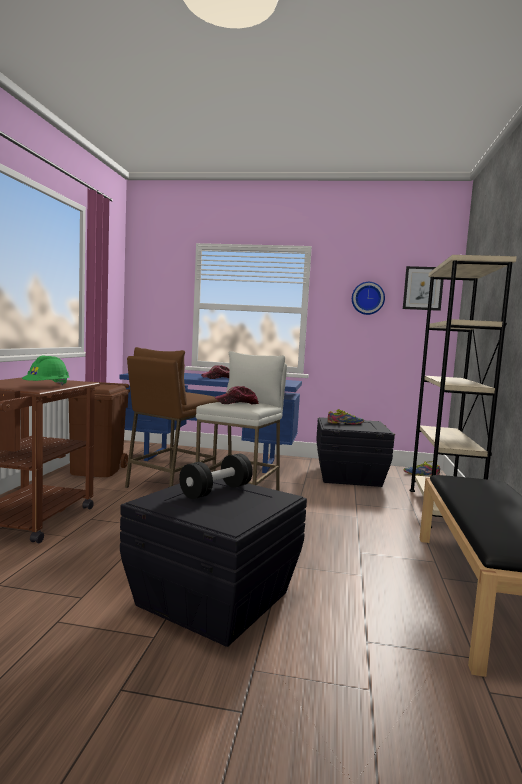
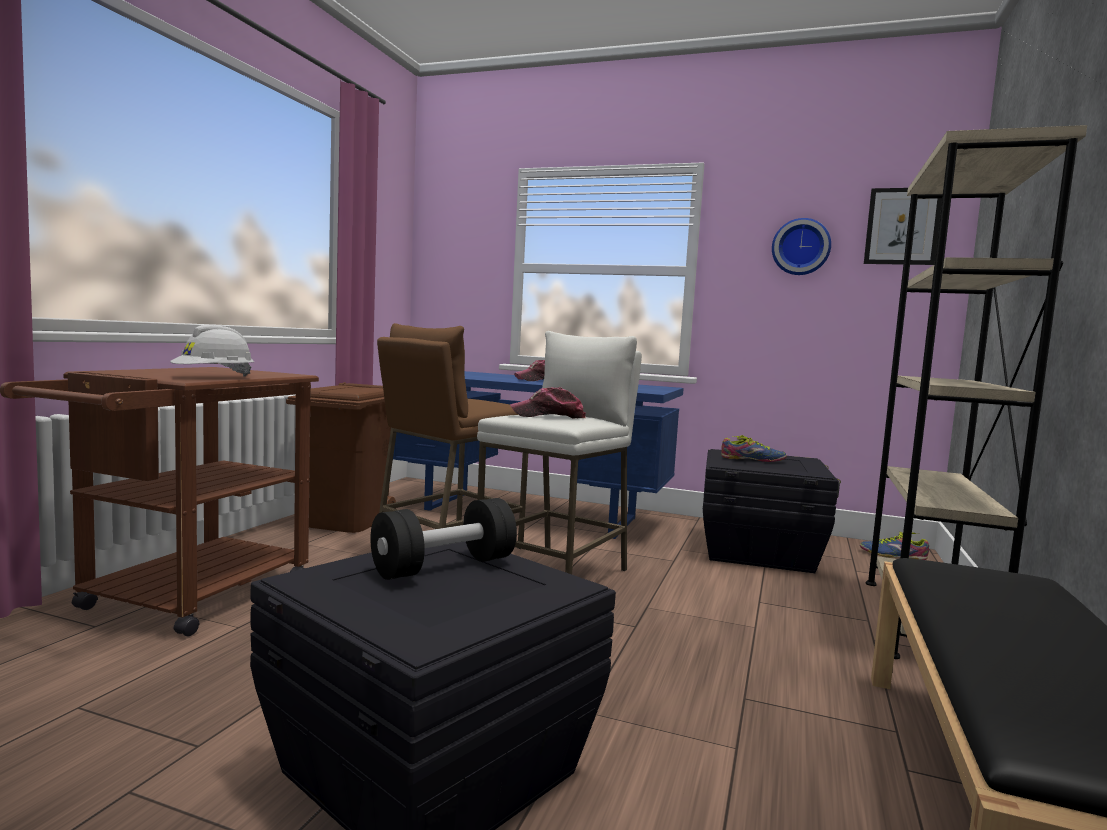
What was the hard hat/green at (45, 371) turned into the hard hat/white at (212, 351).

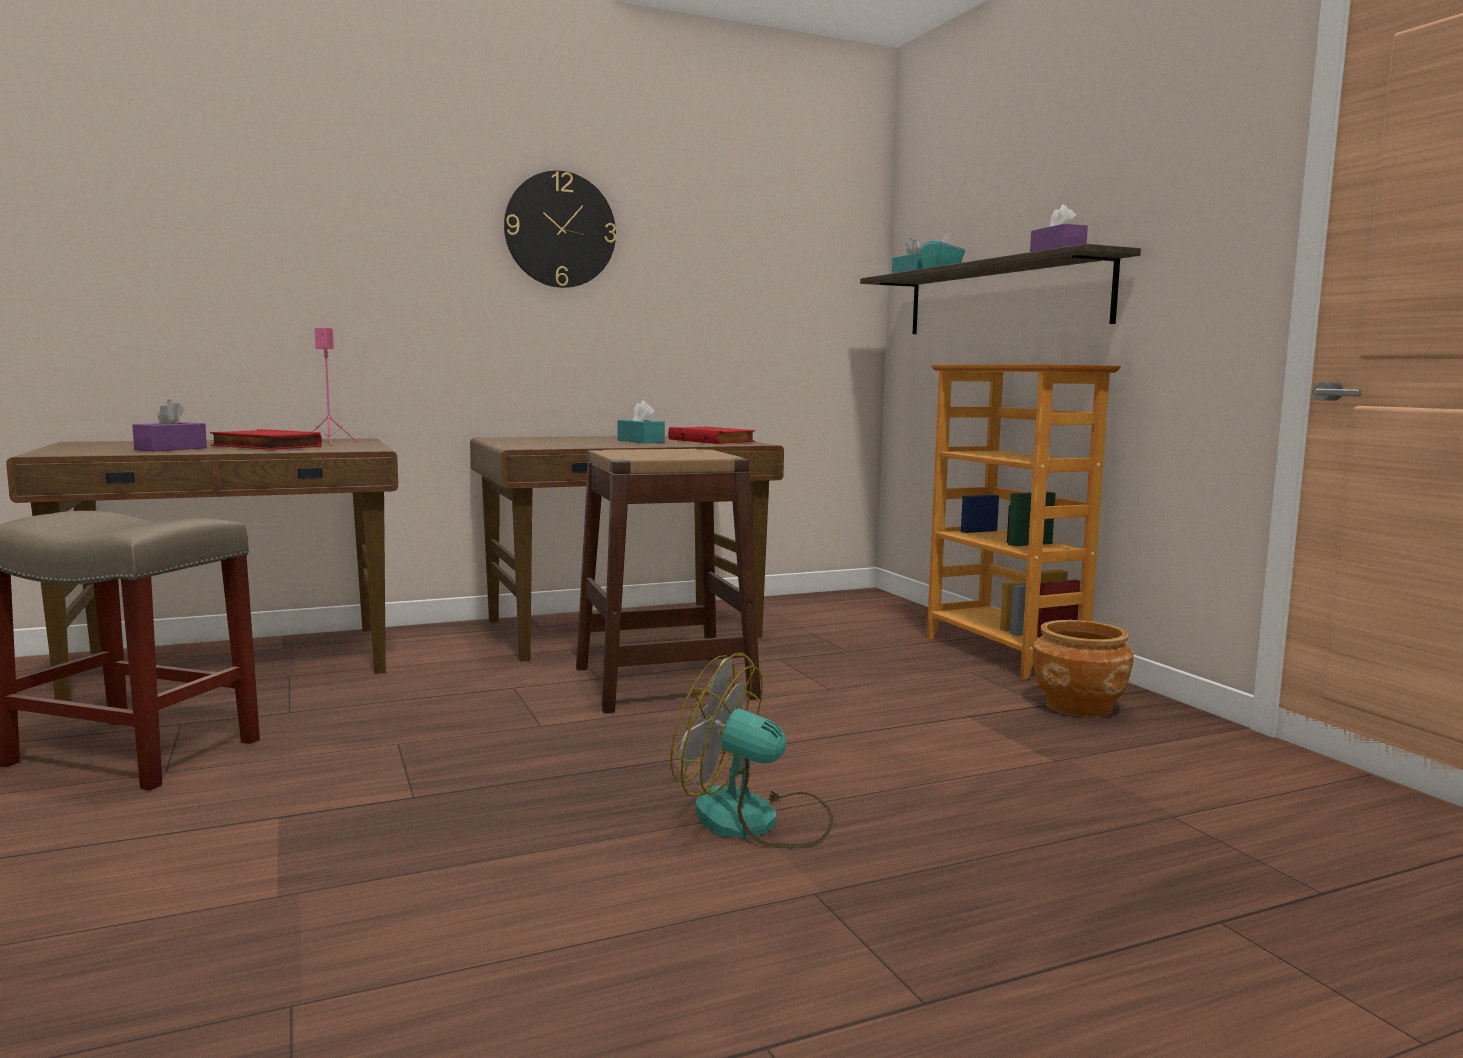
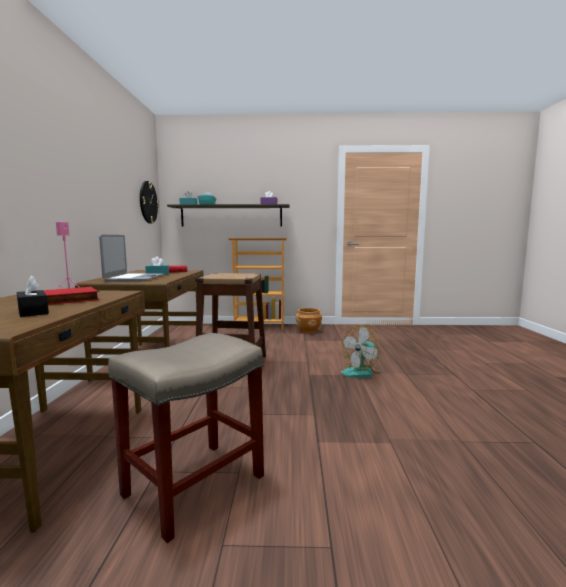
The wall clock ended up elsewhere, having gone from (560, 229) to (149, 202). What was the tissue box/purple at (169, 425) turned into the tissue box/black at (33, 296). The second view gained the laptop at (131, 258).

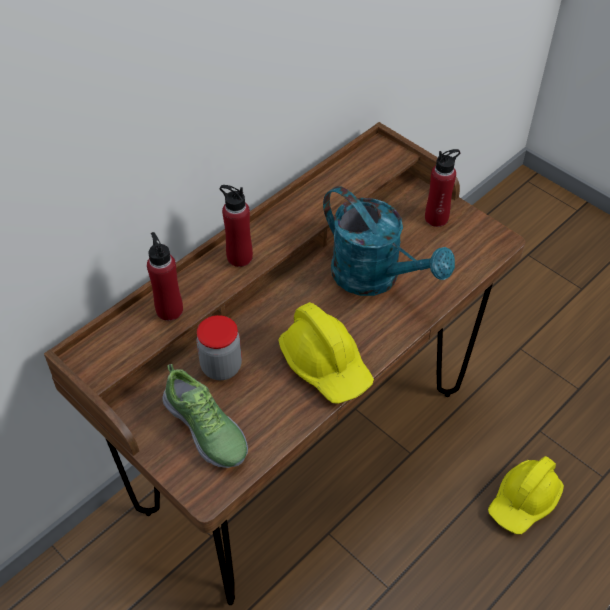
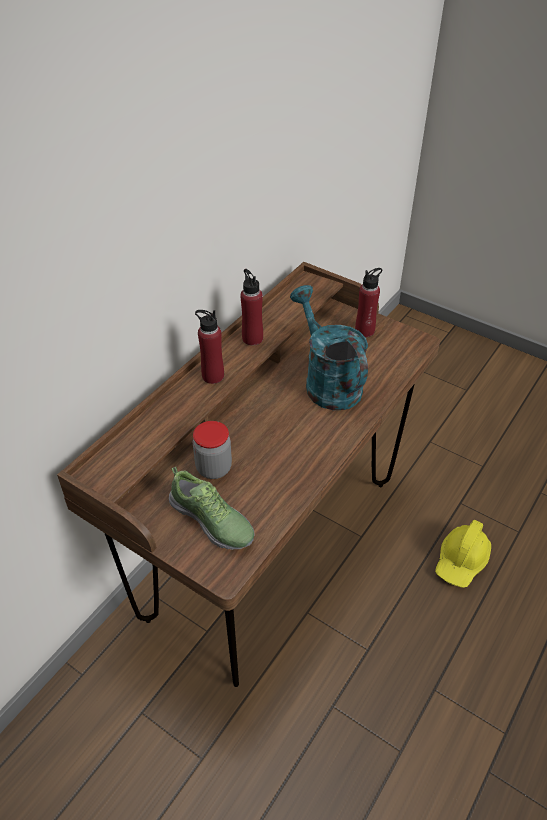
The watering can/turquoise at (389, 241) ended up facing another way, 150 degrees counterclockwise from before. The bottle/red ended up elsewhere, having gone from (165, 276) to (251, 307). The second view lost the hard hat/yellow at (326, 353).

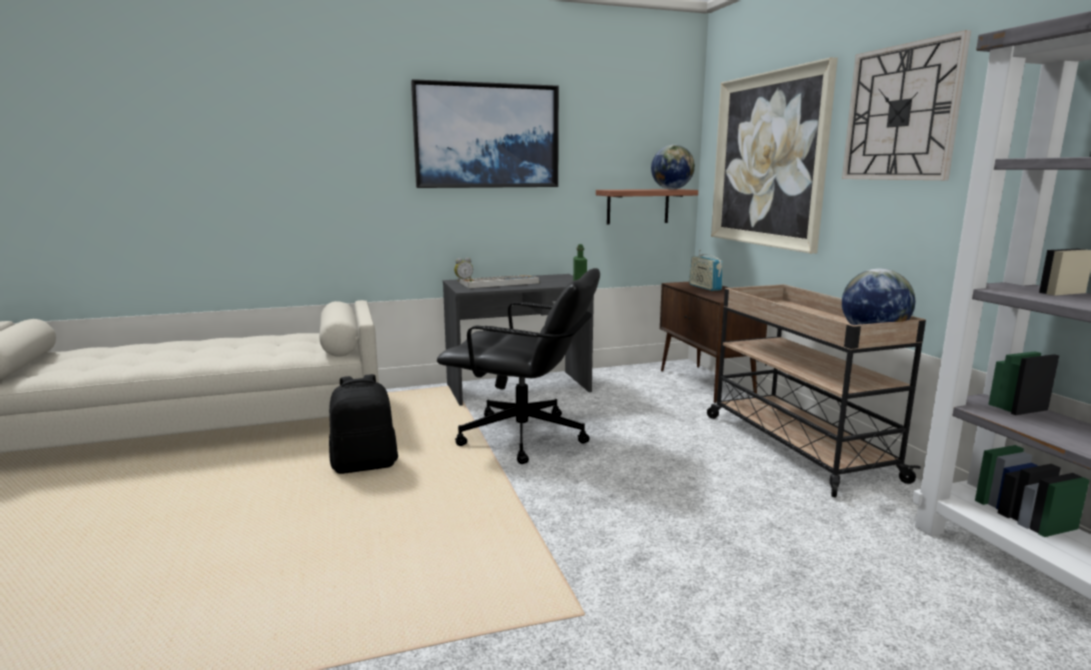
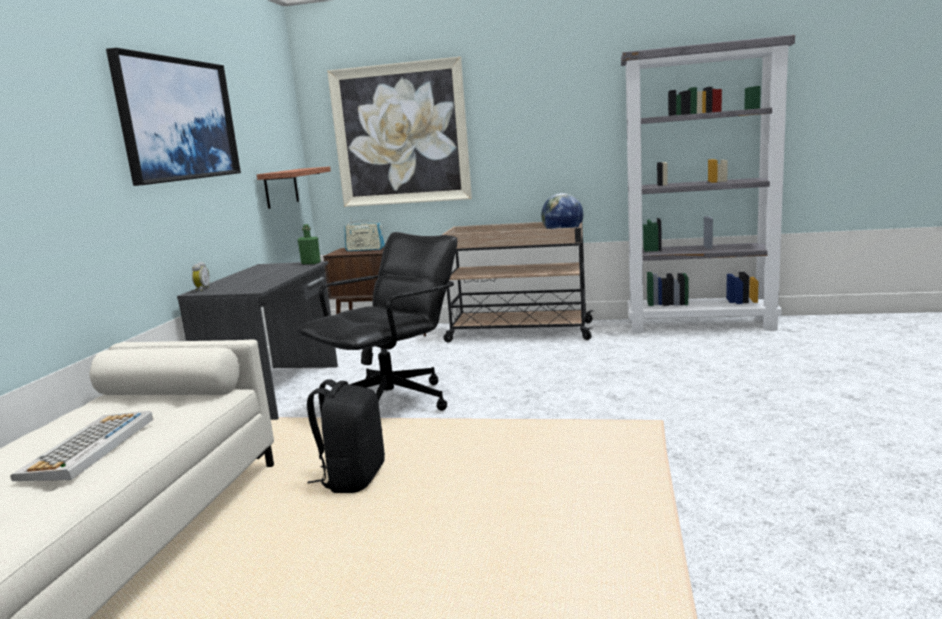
The second view lost the wall clock at (906, 105). The second view lost the globe at (673, 167). The keyboard ended up elsewhere, having gone from (499, 281) to (82, 446).

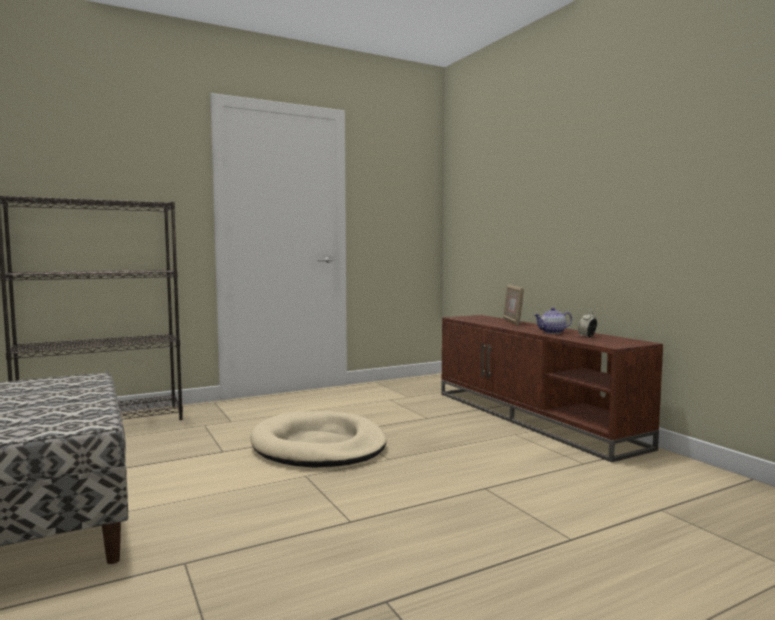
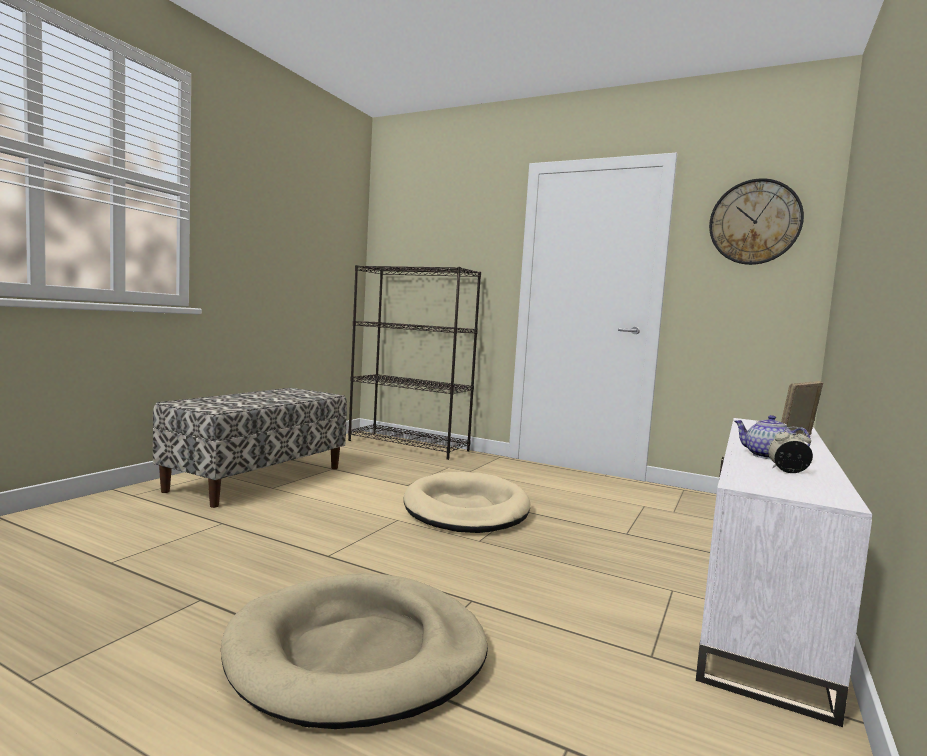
What was the tv stand/brown at (552, 388) turned into the tv stand/white at (784, 572). The second view gained the wall clock at (756, 221). The second view gained the dog bed/beige at (354, 651).

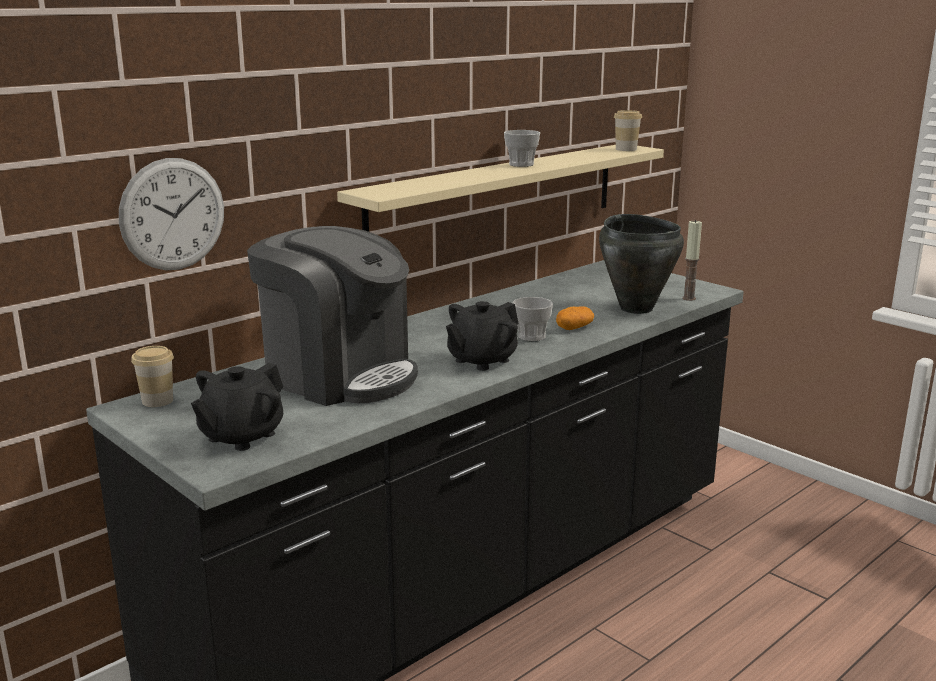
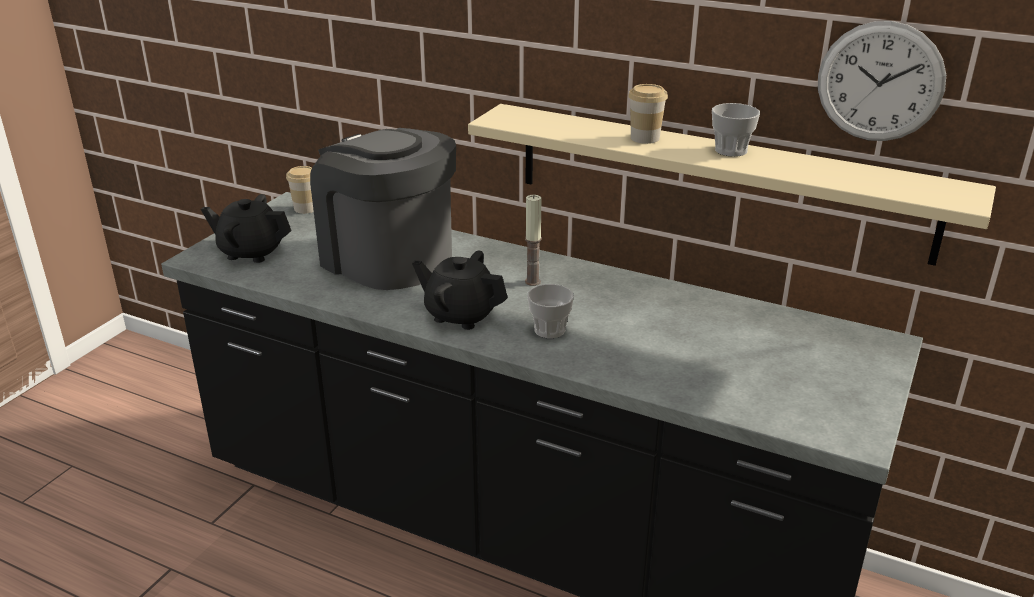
The cup ended up elsewhere, having gone from (628, 130) to (648, 114). The wall clock ended up elsewhere, having gone from (171, 214) to (882, 81). The second view lost the cooking pot/black at (641, 264). The candle ended up elsewhere, having gone from (692, 260) to (533, 240). The coffee machine at (332, 316) ended up facing another way, 120 degrees clockwise from before. The second view lost the potato at (575, 318).

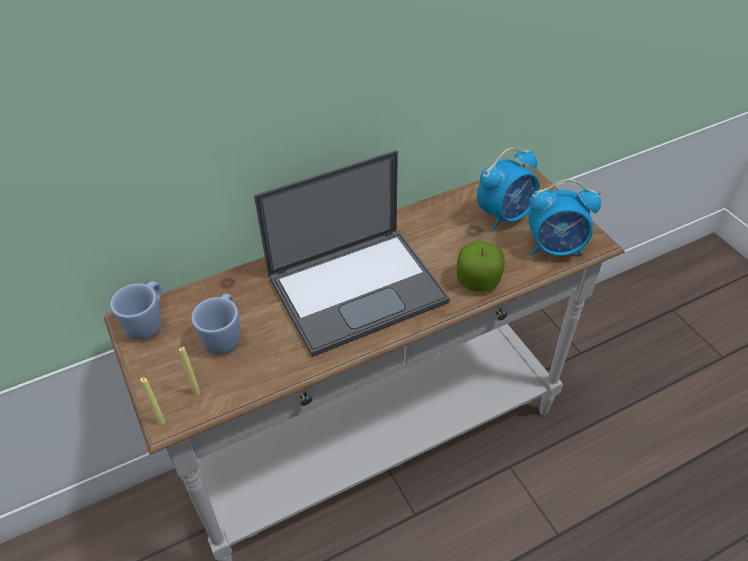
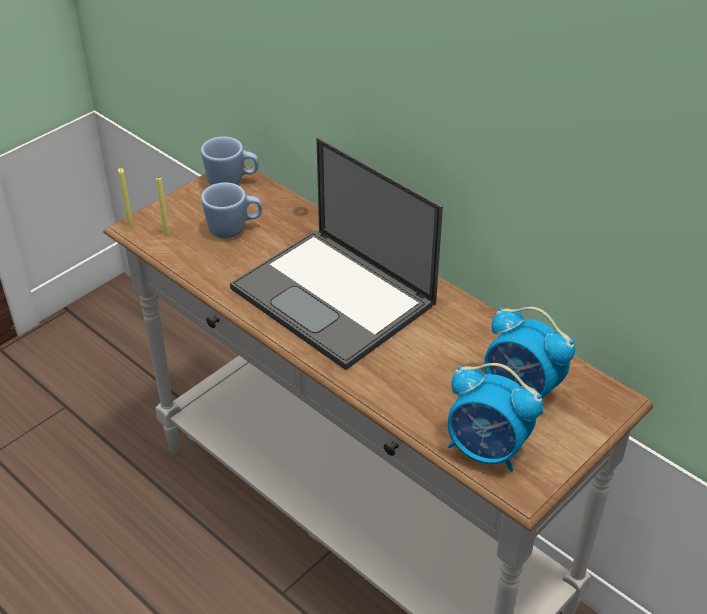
The alarm clock at (565, 217) ended up facing another way, 45 degrees counterclockwise from before. The second view lost the apple at (481, 266).

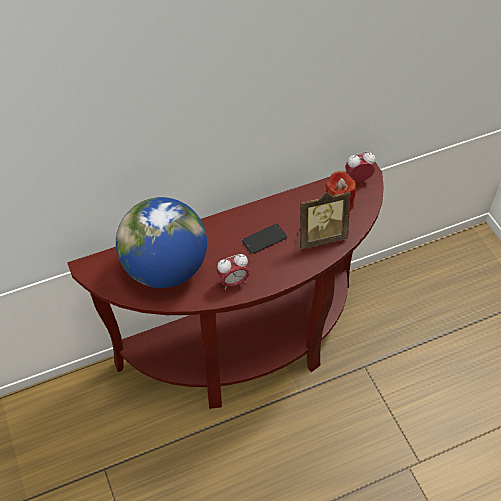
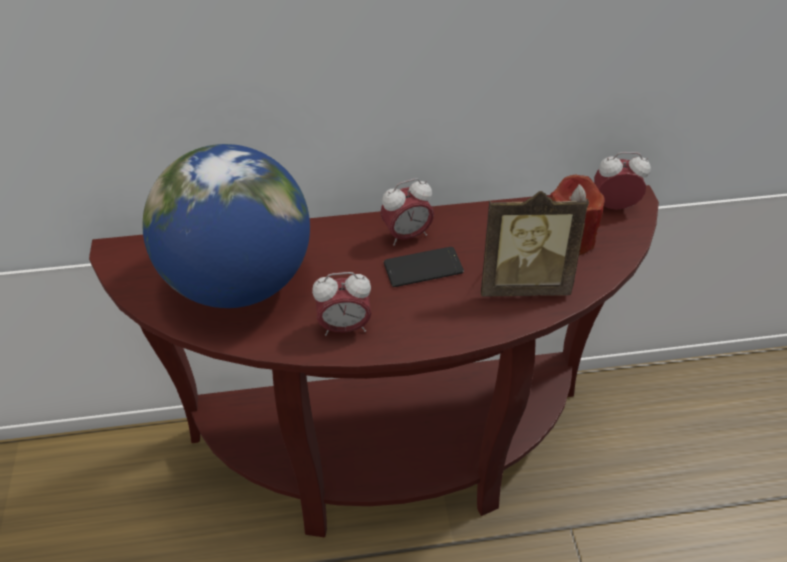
The second view gained the alarm clock at (407, 212).

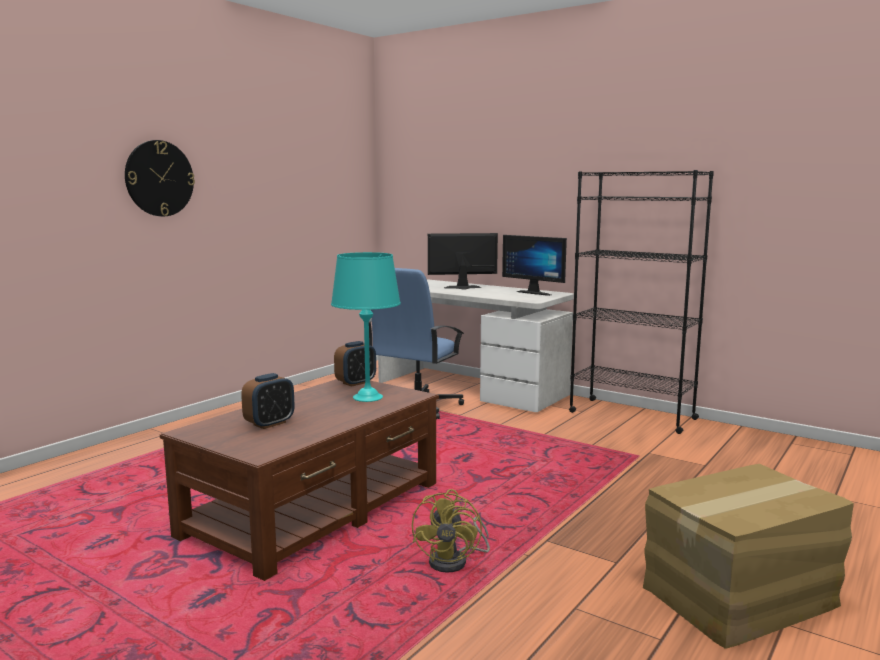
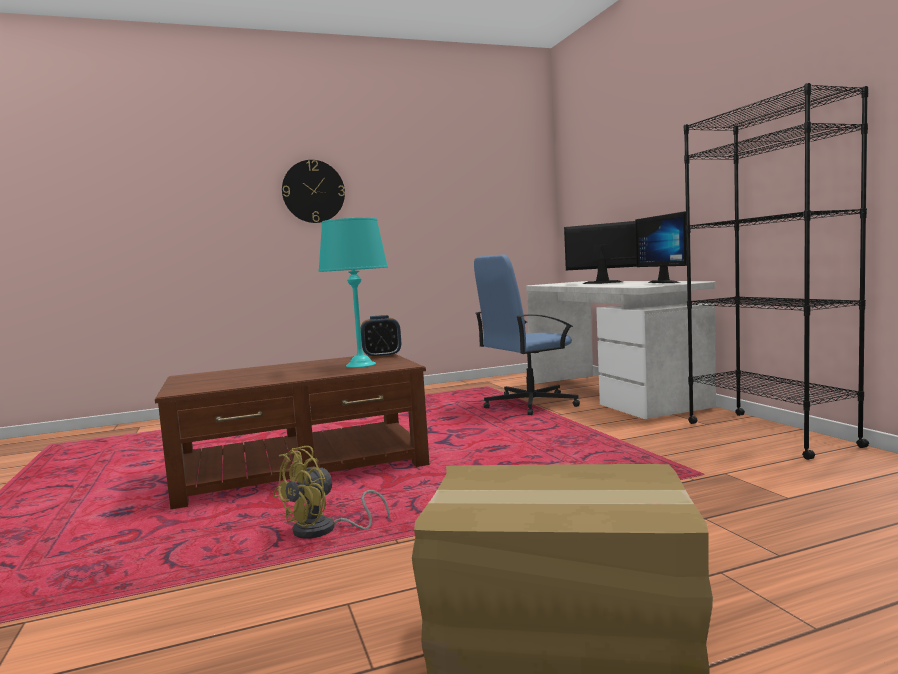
The second view lost the alarm clock at (268, 401).

